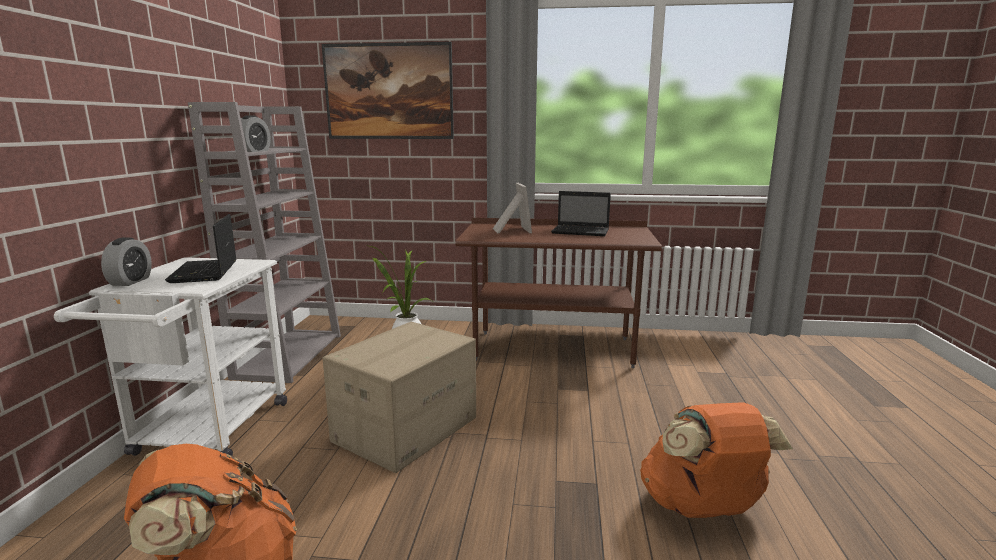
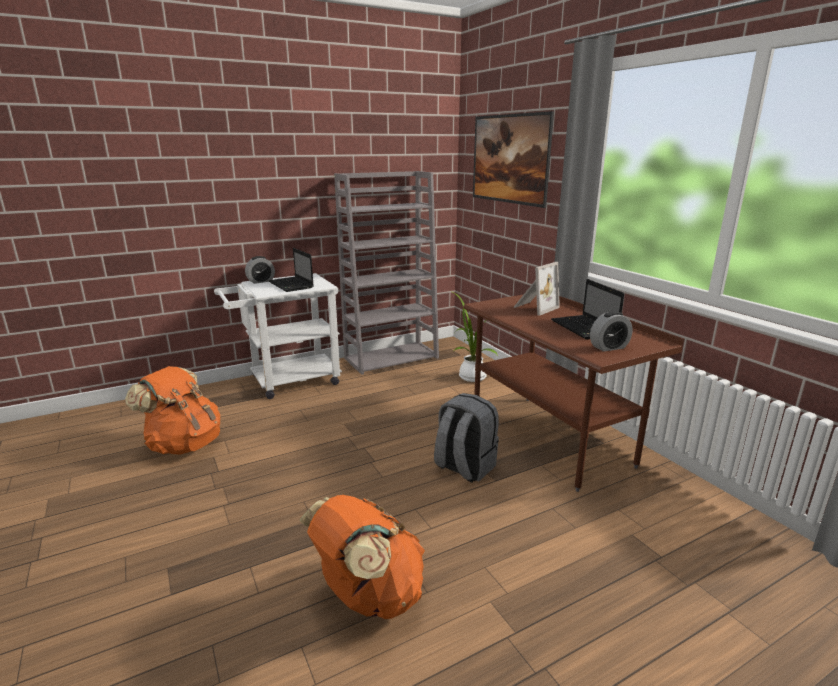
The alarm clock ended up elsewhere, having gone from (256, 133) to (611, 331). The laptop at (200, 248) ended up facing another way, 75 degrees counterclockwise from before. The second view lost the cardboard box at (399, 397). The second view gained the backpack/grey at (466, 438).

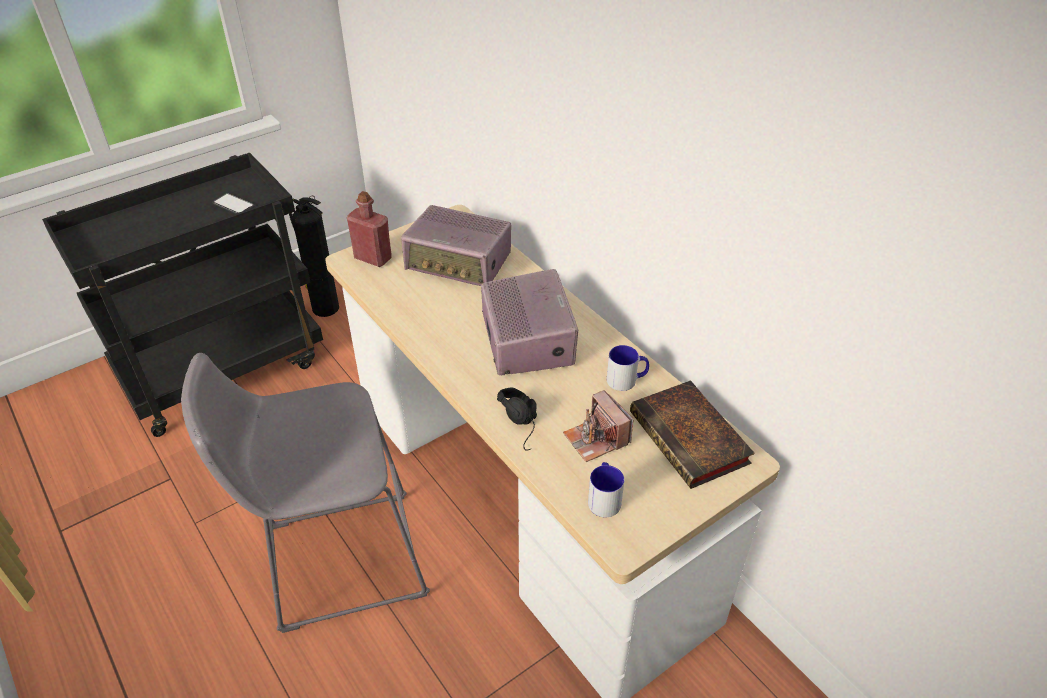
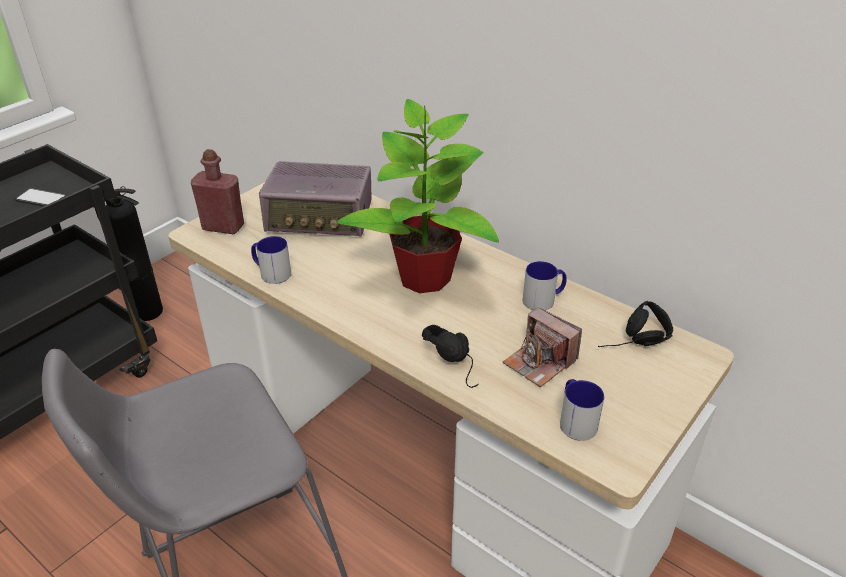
Where the radio stood at (529, 322), the potted plant came to stand at (418, 196). Where the book stood at (692, 434), the headphones/black came to stand at (635, 324). The second view gained the mug at (271, 260).

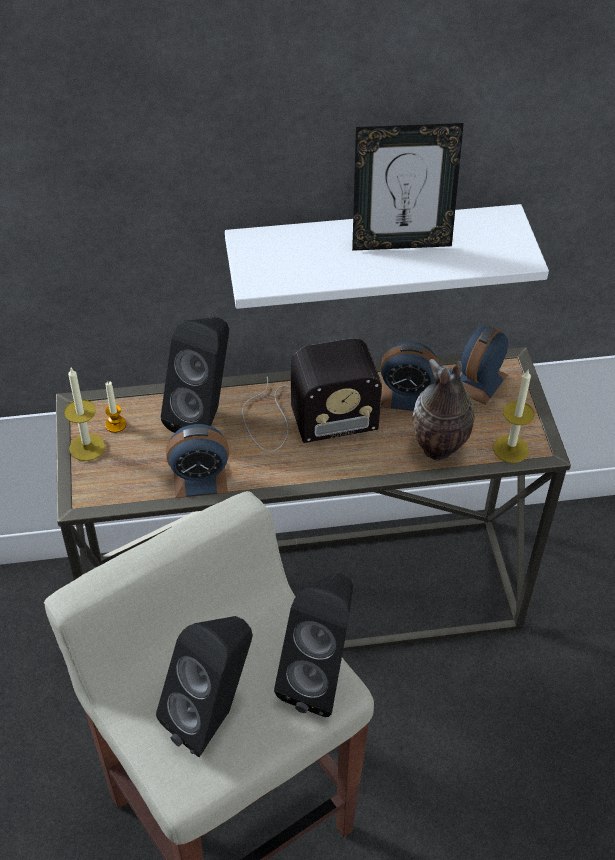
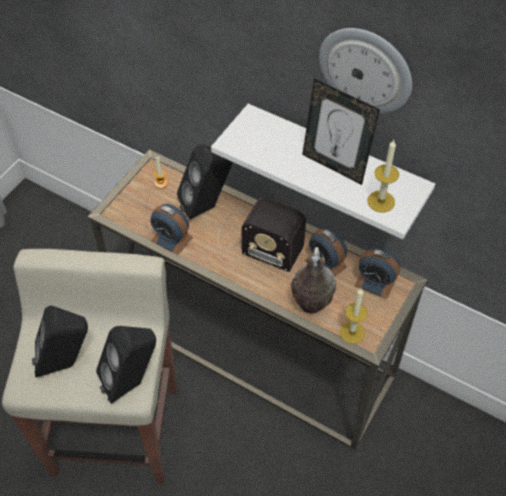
The alarm clock at (484, 365) ended up facing another way, 135 degrees counterclockwise from before. The candle ended up elsewhere, having gone from (84, 414) to (383, 176). The second view gained the wall clock at (365, 70).

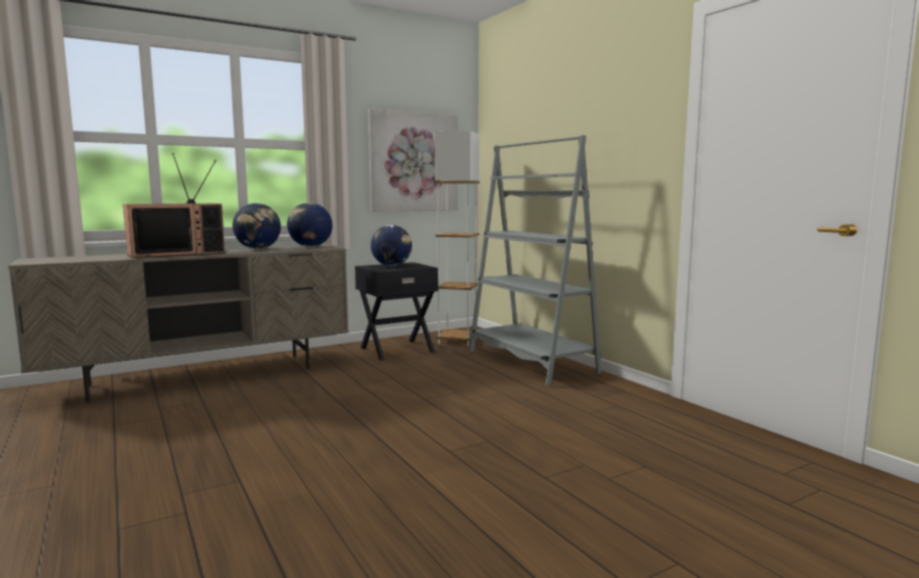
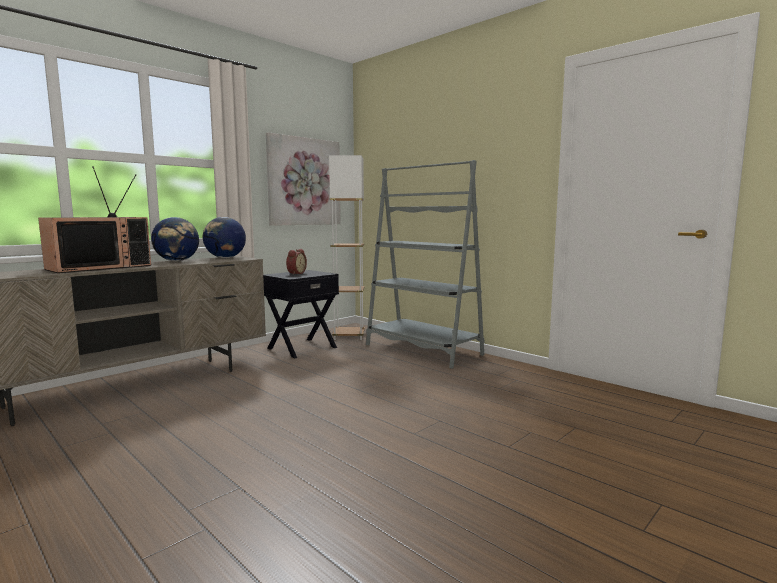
Where the globe stood at (391, 245), the alarm clock came to stand at (296, 262).

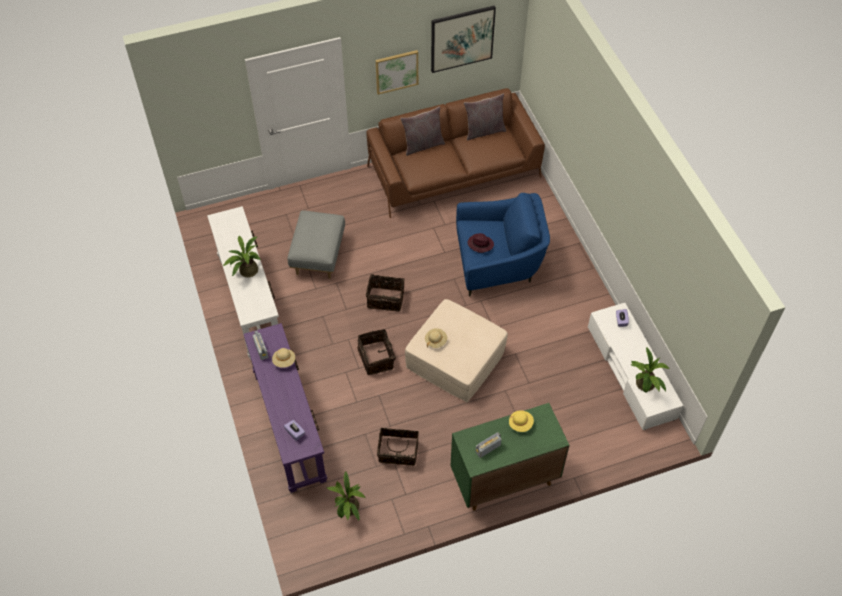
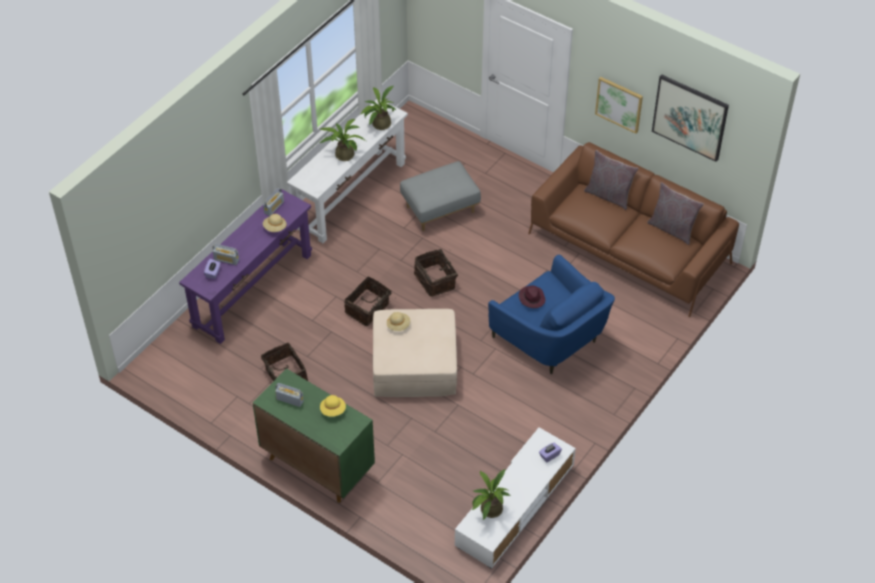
The potted plant ended up elsewhere, having gone from (345, 496) to (379, 108). The second view gained the radio at (226, 254).

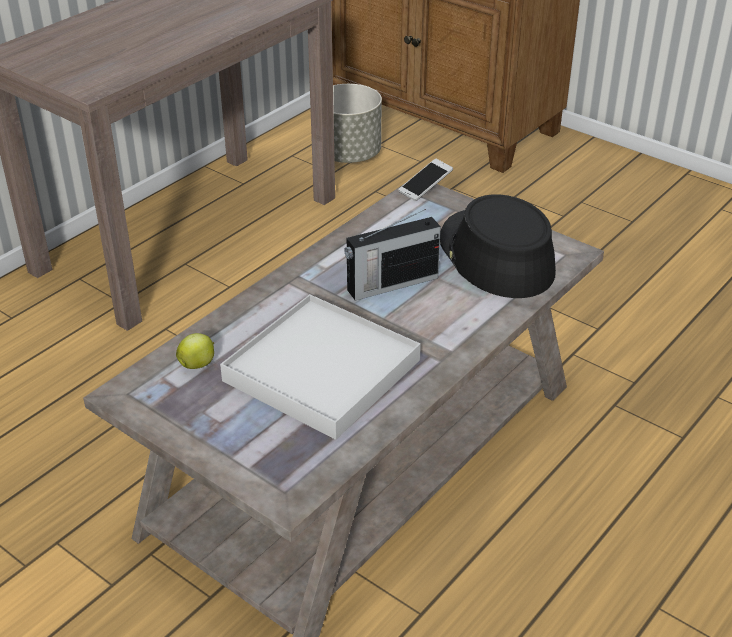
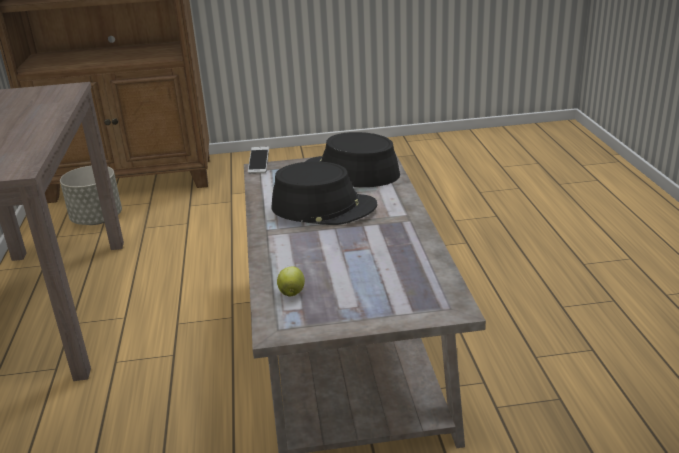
Where the radio stood at (392, 255), the hat/black came to stand at (324, 193). The second view lost the tray/white at (320, 367).

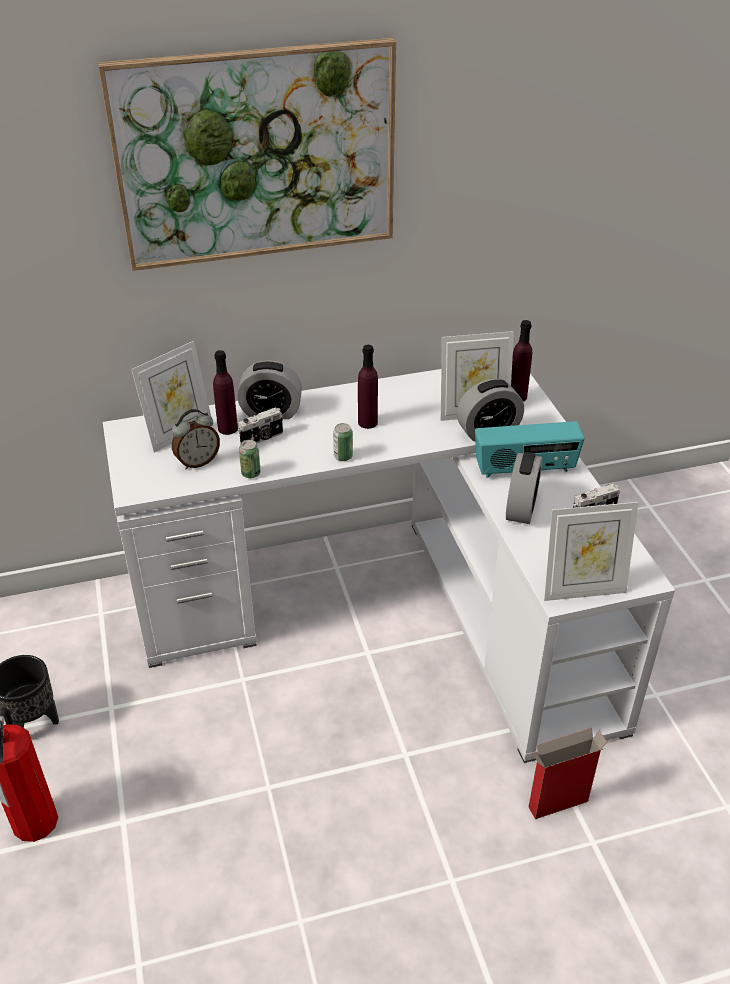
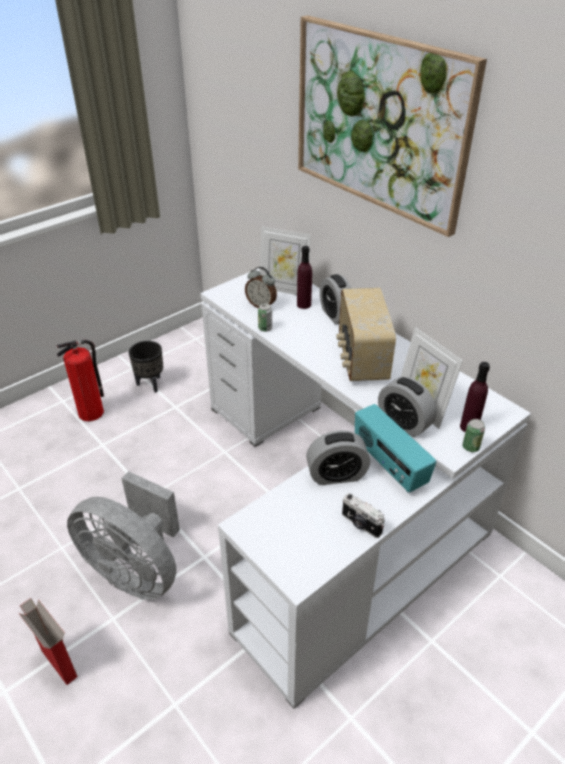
Where the bottle/purple stood at (368, 387), the radio came to stand at (366, 334). The second view lost the photo camera at (260, 425). The can ended up elsewhere, having gone from (343, 442) to (473, 435). The second view lost the picture frame at (591, 551). The cardboard box ended up elsewhere, having gone from (567, 773) to (48, 641). The second view gained the fan/grey at (123, 535).

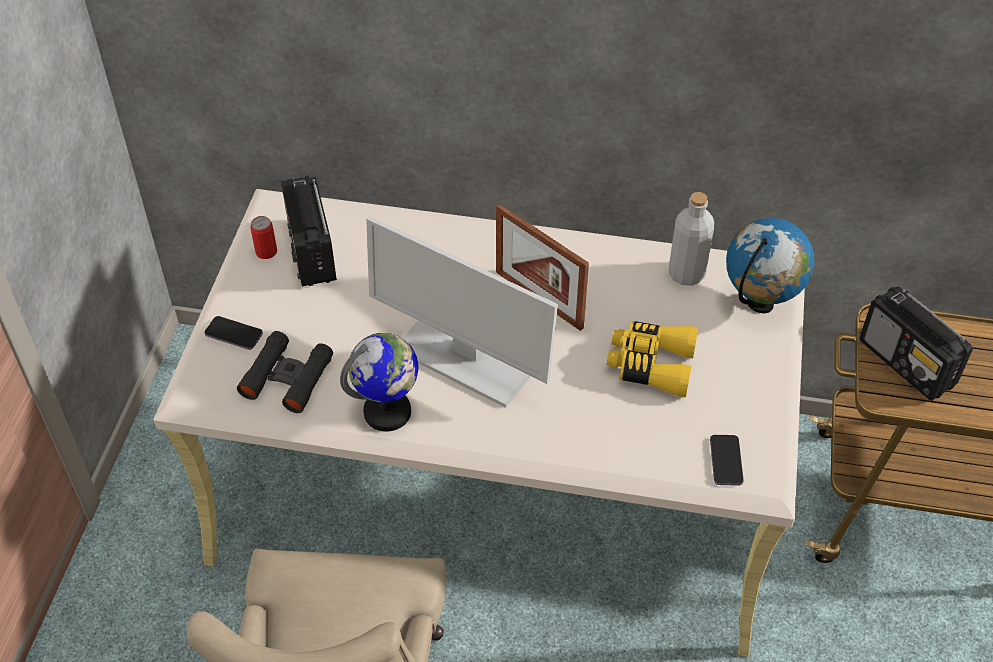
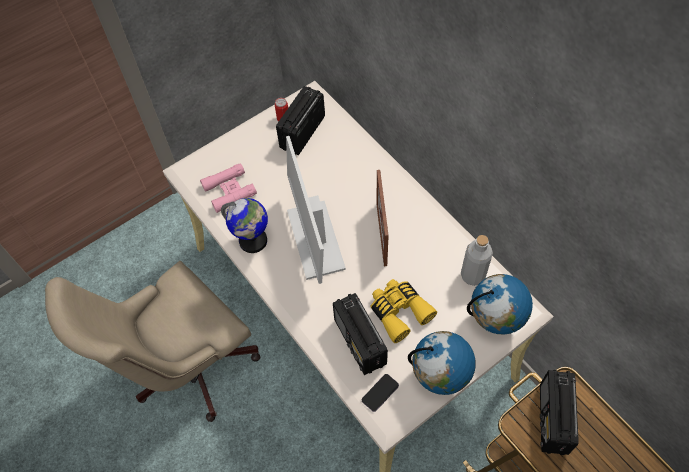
The second view lost the phone at (233, 333). What was the binoculars/black at (285, 372) turned into the binoculars/pink at (228, 188). The second view gained the radio at (360, 334). The second view gained the globe at (441, 363).

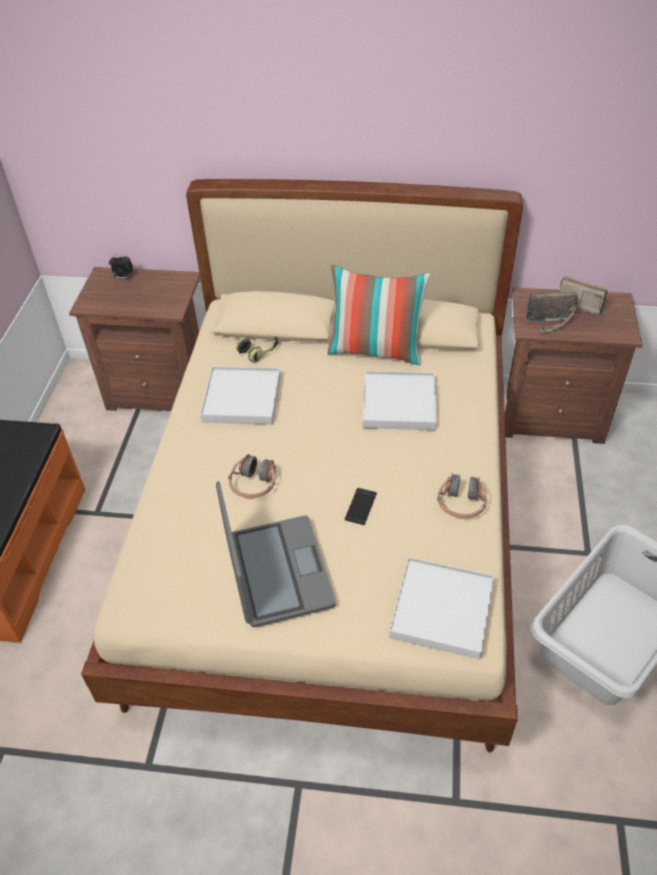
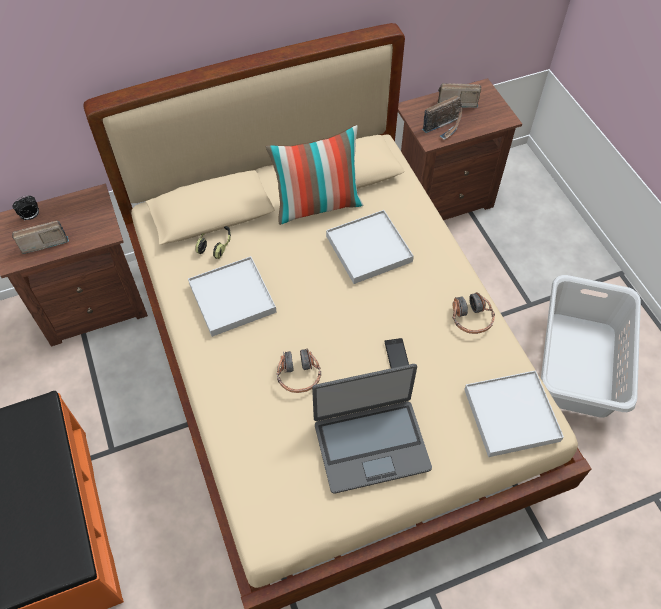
The laptop at (276, 554) ended up facing another way, 120 degrees clockwise from before. The second view gained the radio at (40, 237).

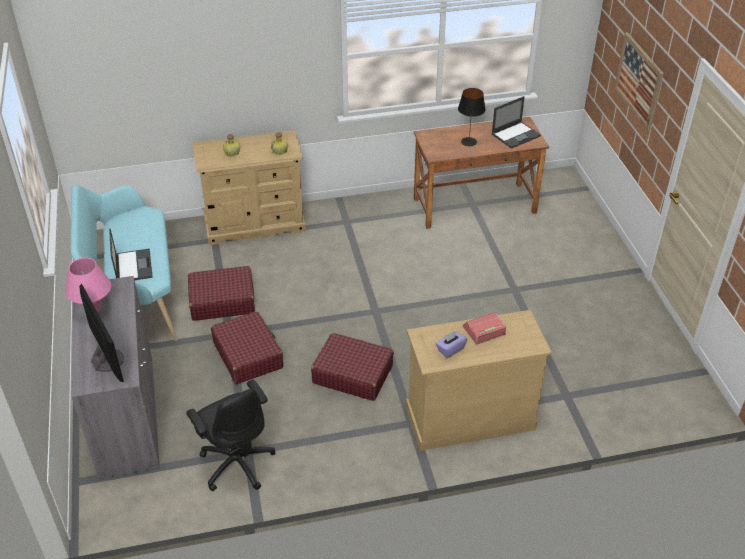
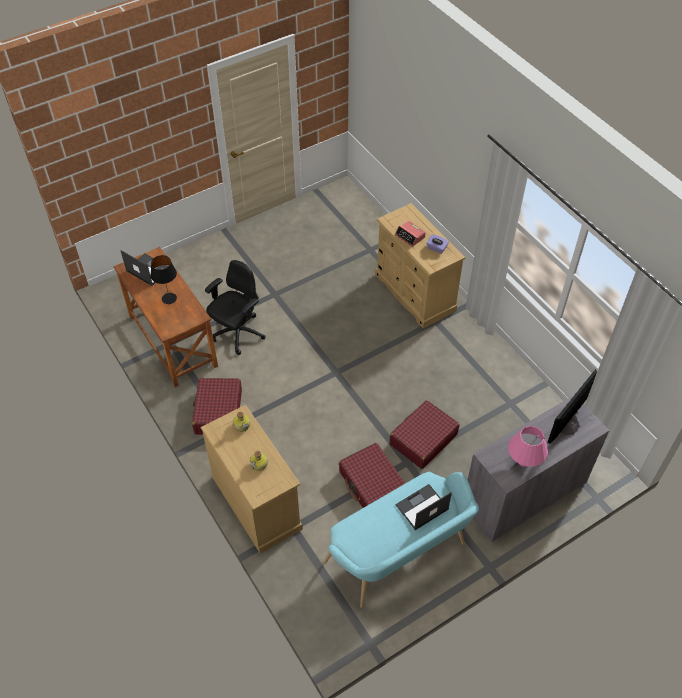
The second view lost the picture at (639, 81). The suitcase/red ended up elsewhere, having gone from (352, 367) to (217, 406). The office chair/black ended up elsewhere, having gone from (230, 435) to (235, 307).

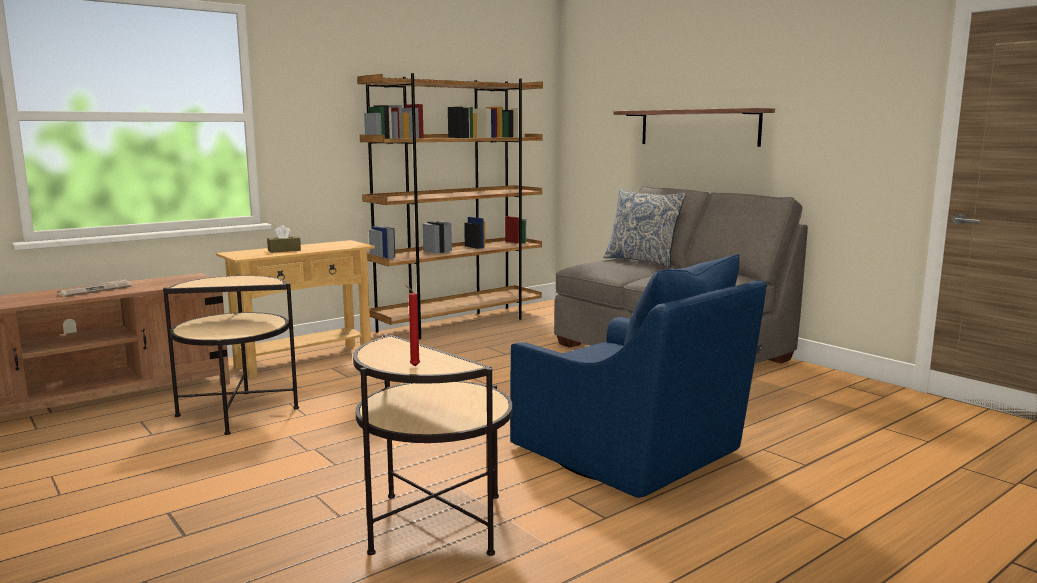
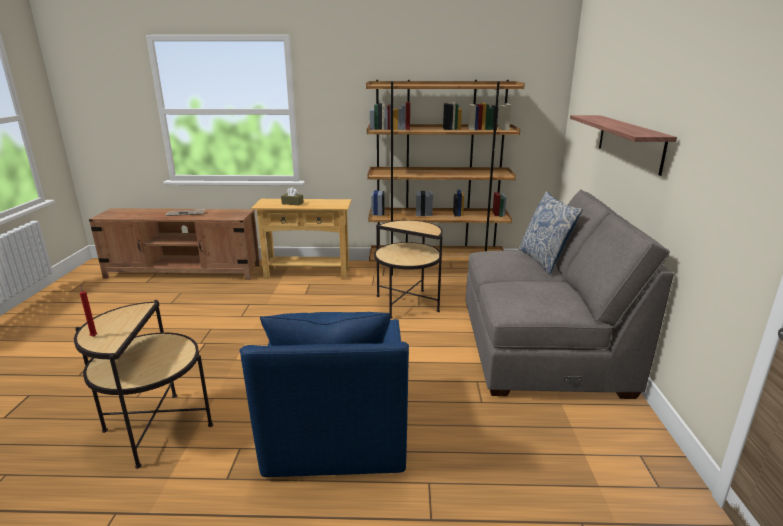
The side table ended up elsewhere, having gone from (231, 355) to (408, 269).

